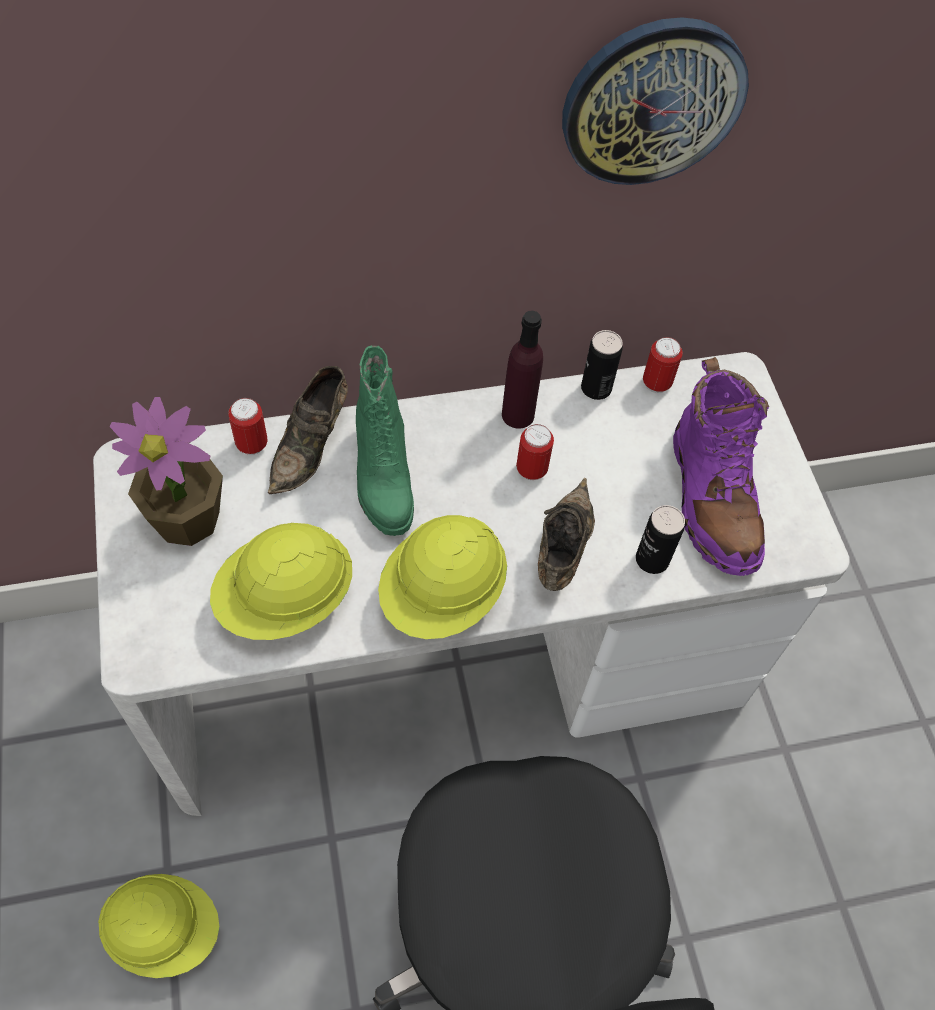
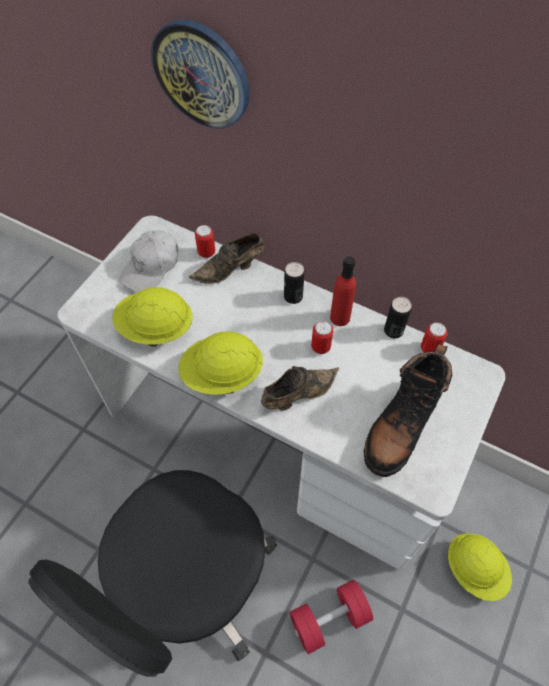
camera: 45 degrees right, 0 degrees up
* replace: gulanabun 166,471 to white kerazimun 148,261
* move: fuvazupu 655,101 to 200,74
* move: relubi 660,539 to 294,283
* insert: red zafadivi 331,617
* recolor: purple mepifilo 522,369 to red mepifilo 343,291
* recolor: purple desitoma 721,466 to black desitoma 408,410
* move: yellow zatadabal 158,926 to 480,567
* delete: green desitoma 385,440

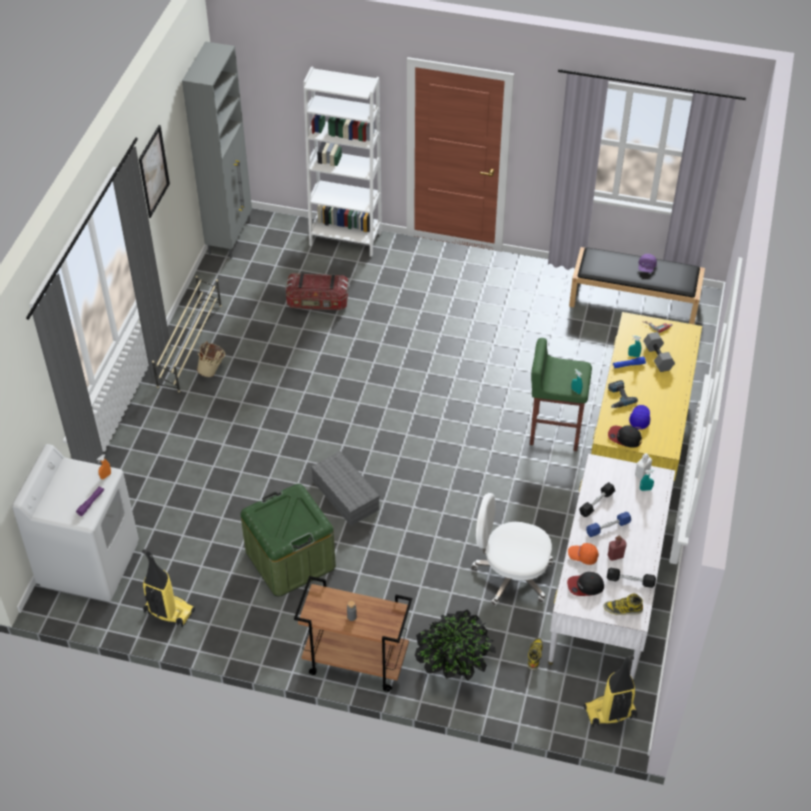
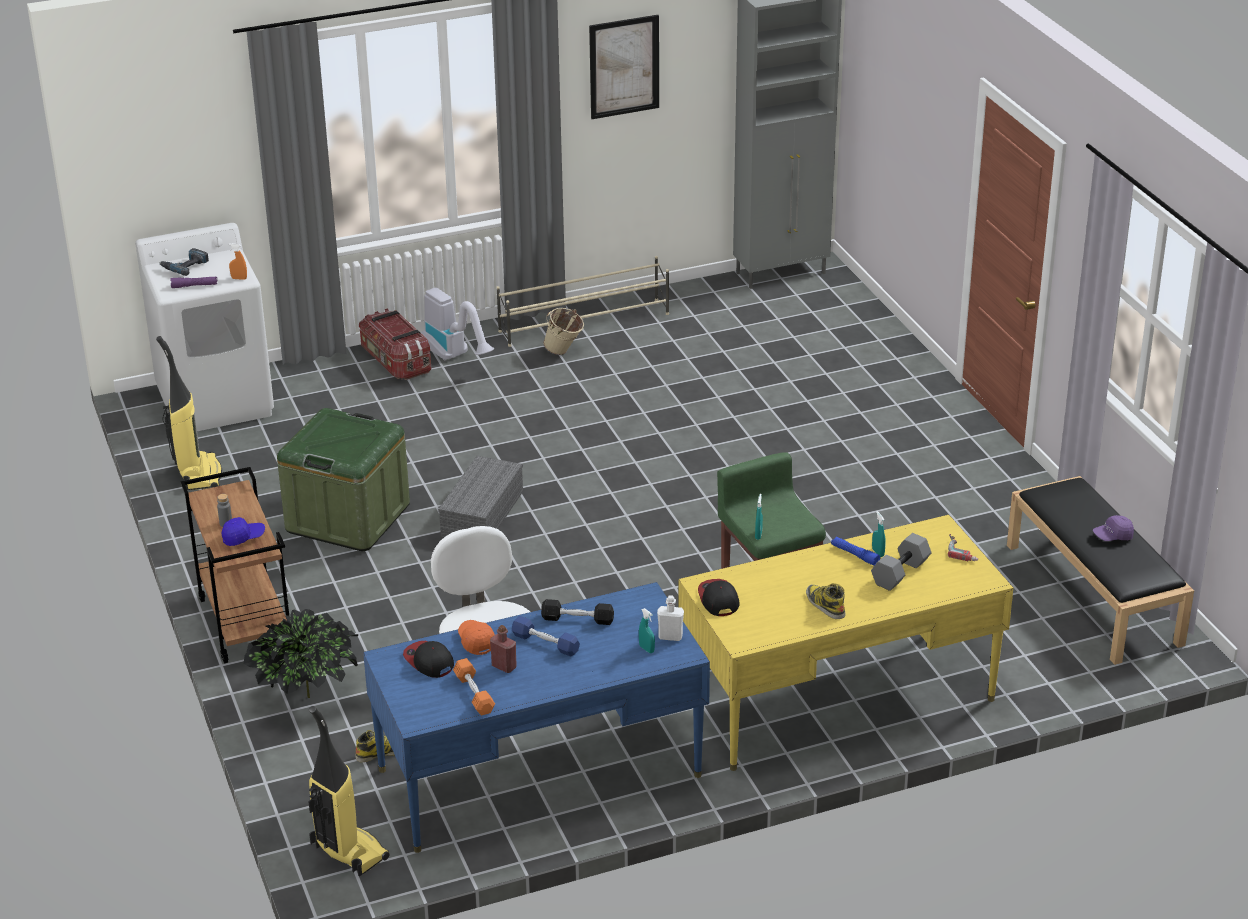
camera: 55 degrees right, 15 degrees down
* move: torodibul 623,394 to 184,262
* move: blue kerazimun 639,417 to 243,531
* move: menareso 317,291 to 395,344
* recolor: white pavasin 611,567 to blue pavasin 536,717
* insert: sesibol 457,324
* recolor: black zafadivi 631,578 to orange zafadivi 474,687
* move: desitoma 623,604 to 826,601
* delete: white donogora 343,162

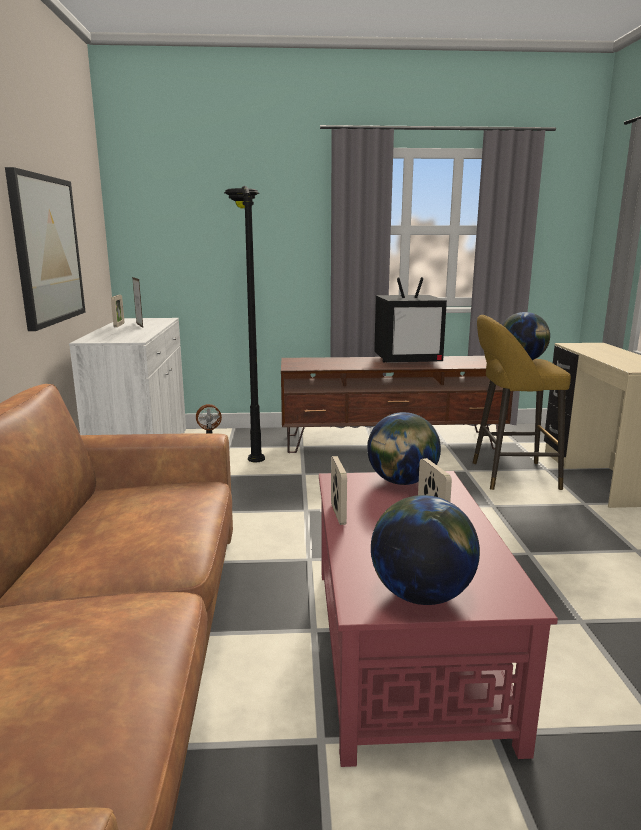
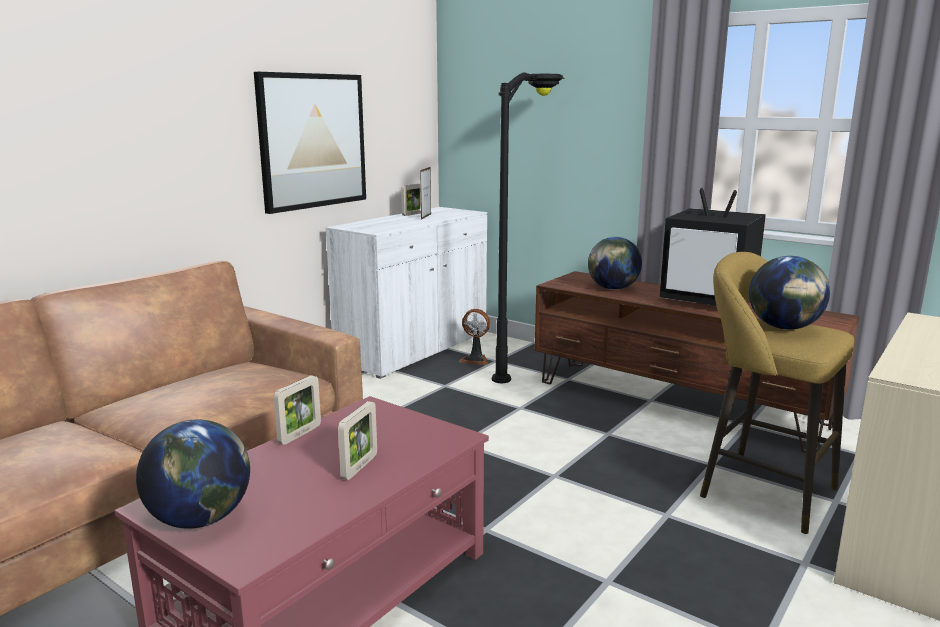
camera: 40 degrees right, 0 degrees up
* move: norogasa 404,448 to 615,263

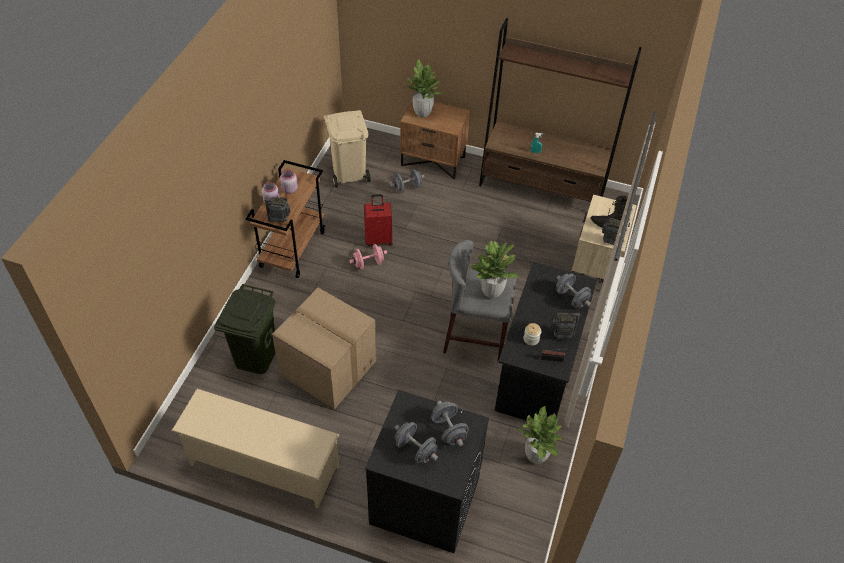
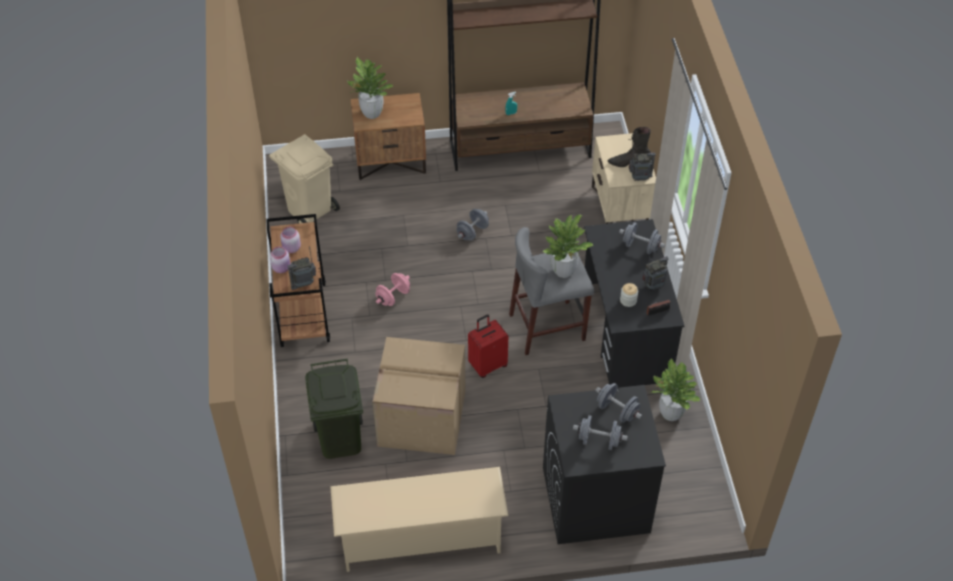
camera: 25 degrees left, 0 degrees up
* move: grey zafadivi 407,181 to 472,225
* move: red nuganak 378,220 to 488,346

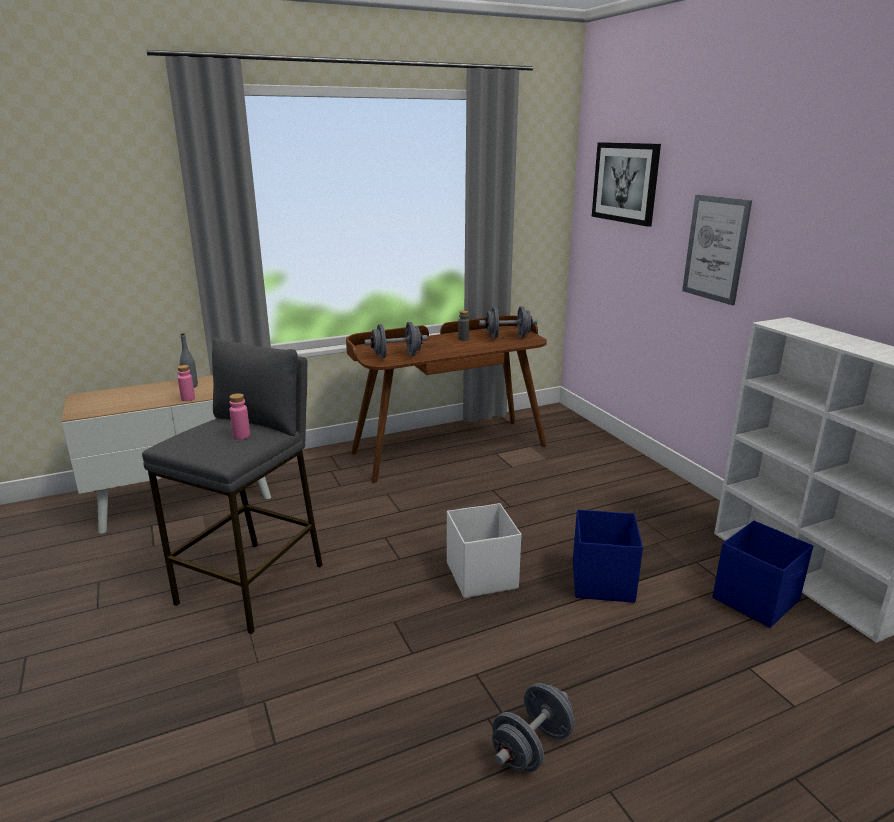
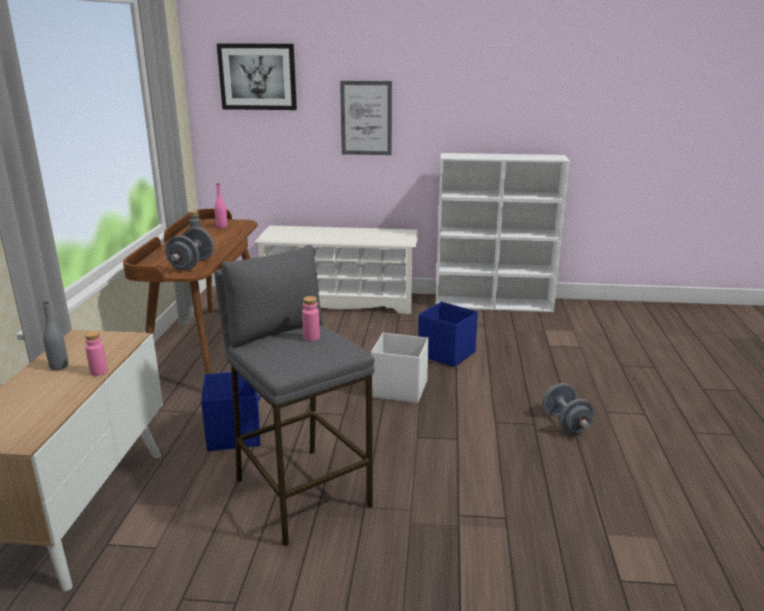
camera: 60 degrees left, 0 degrees up
* move: blue menareso 763,574 to 231,411
* replace: grey zafadivi 508,322 to pink mepifilo 221,206
* insert: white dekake 336,270

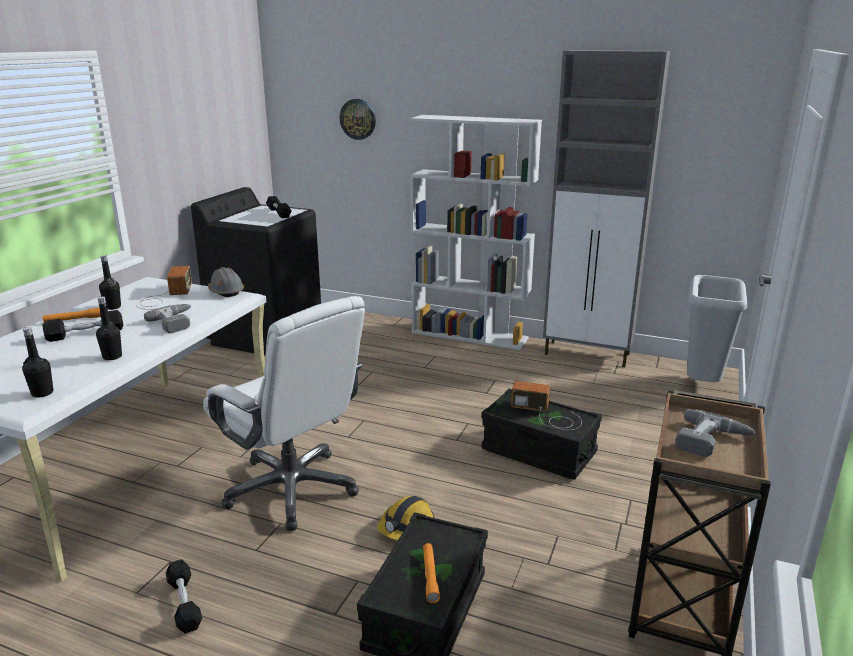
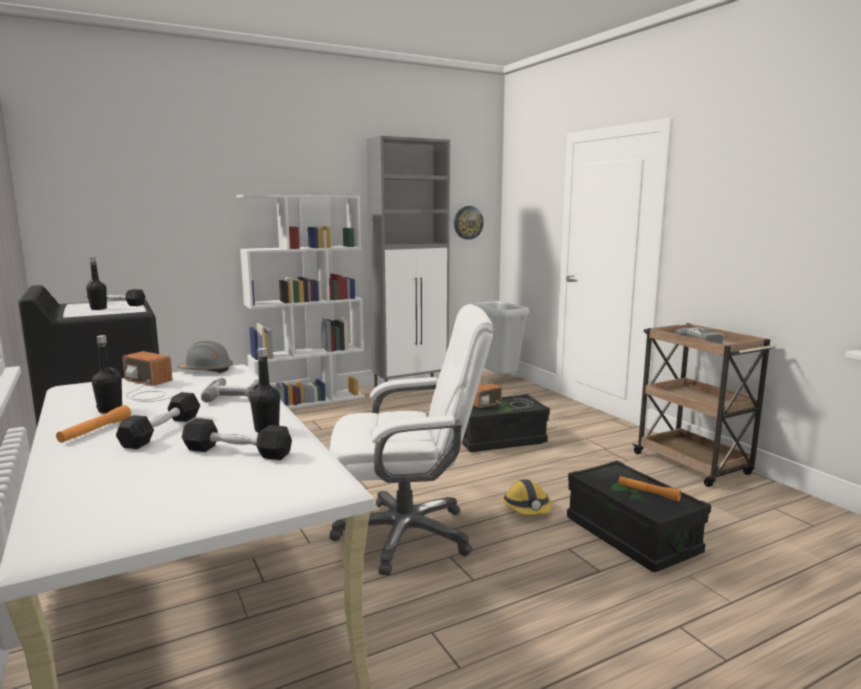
camera: 50 degrees left, 10 degrees down
* move: black mepifilo 37,362 to 96,283
* move: black zafadivi 183,596 to 237,439
* move: fuvazupu 358,119 to 469,223

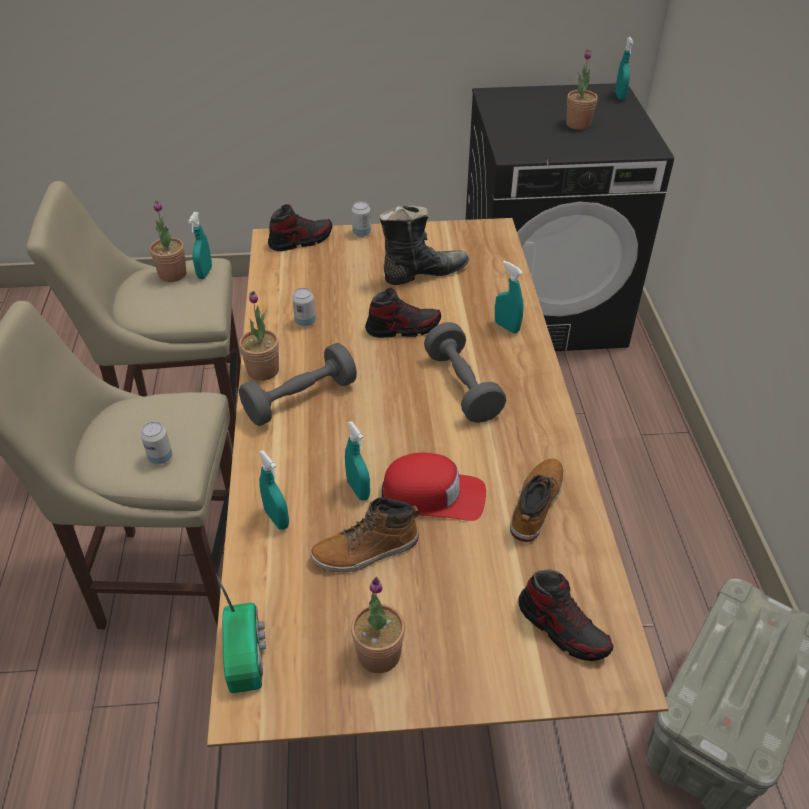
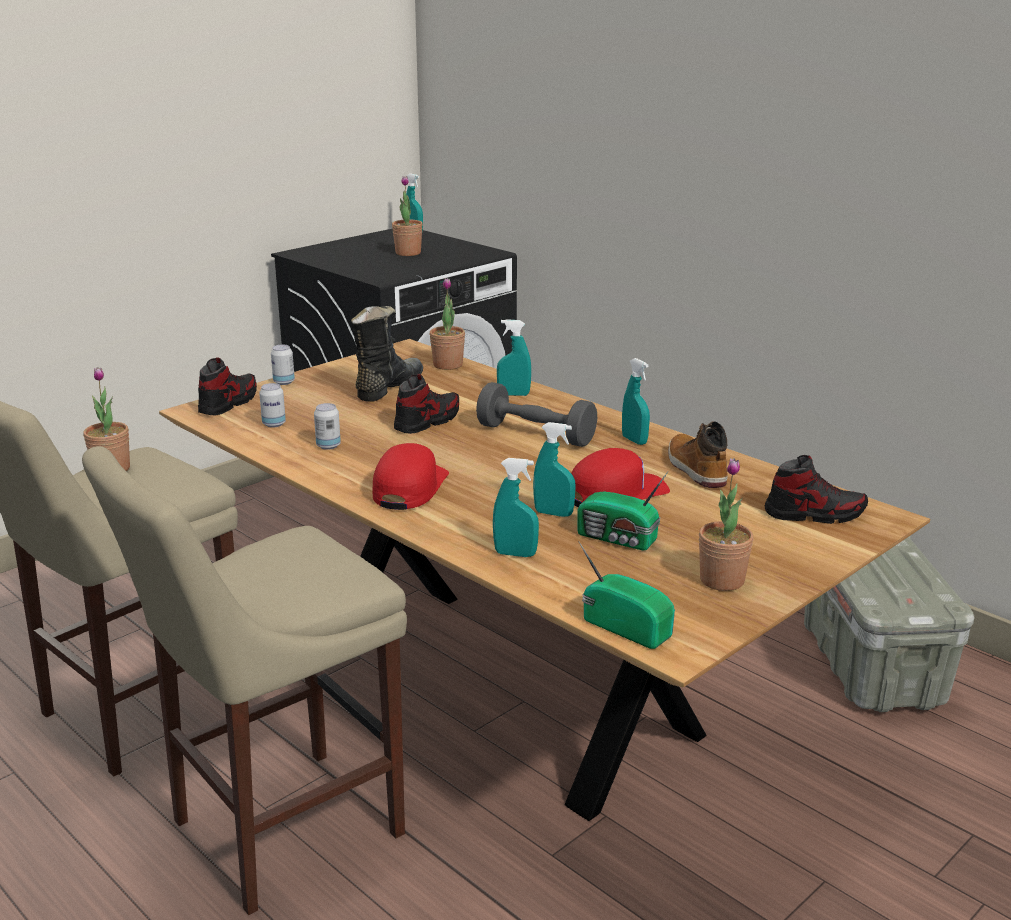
camera: 40 degrees left, 20 degrees down
* move: relubi 156,443 to 272,405
* replace: grey zafadivi 298,384 to red kerazimun 411,476
* move: gulanabun 259,336 to 447,324
* replace: desitoma 364,534 to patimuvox 622,511
* move: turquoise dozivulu 200,245 to 636,401

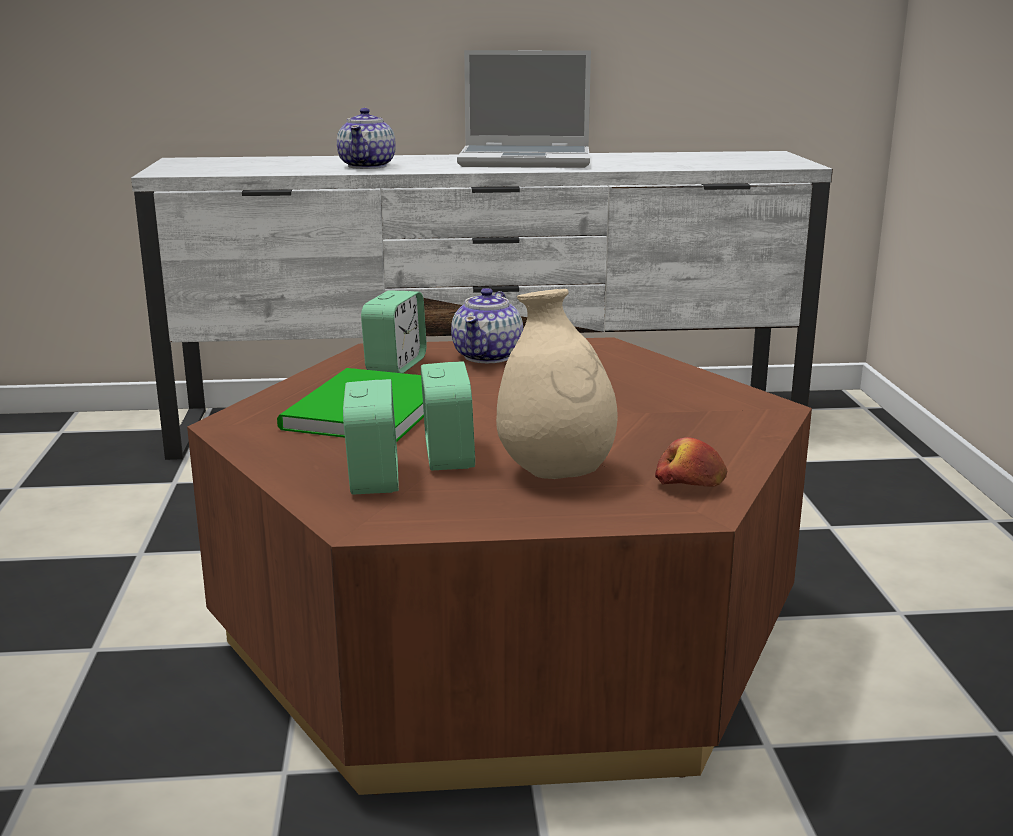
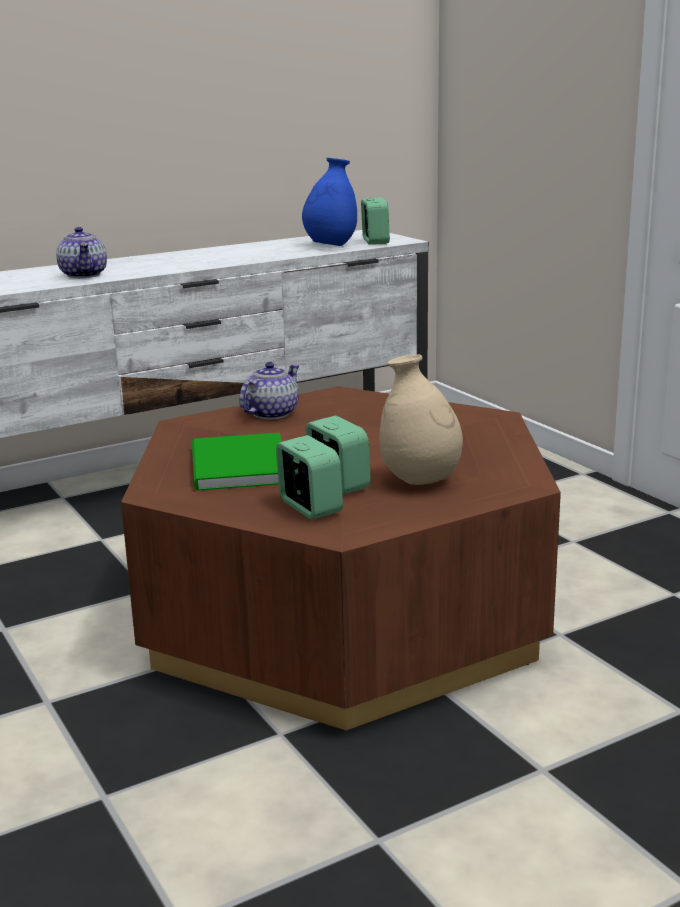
camera: 25 degrees left, 0 degrees up
* rotate: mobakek 487,325 = 269,390 135 degrees counterclockwise
* insert: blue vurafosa 329,202
* move: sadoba 394,331 to 375,221
* delete: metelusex 524,109
* delete: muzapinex 691,462

